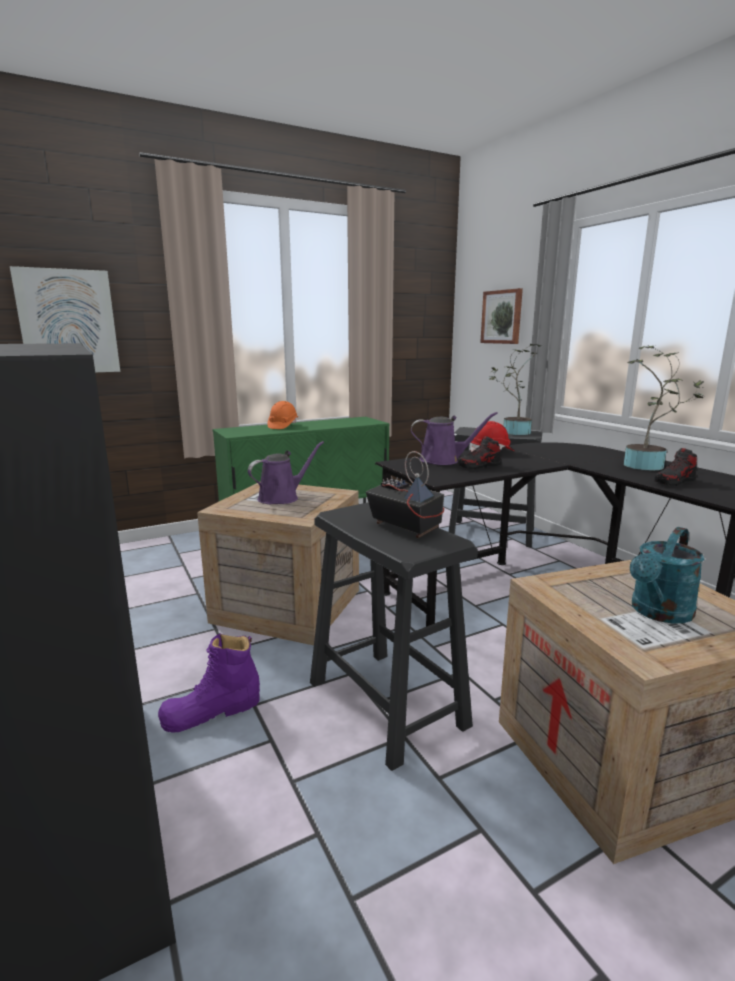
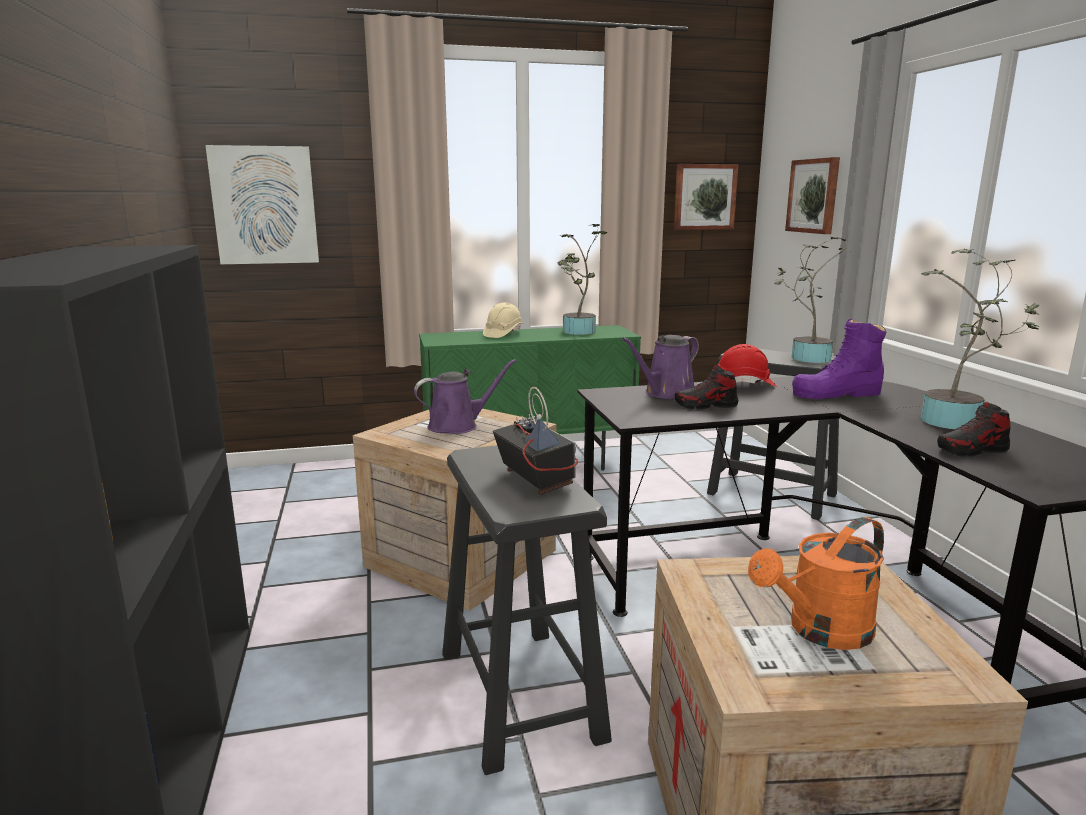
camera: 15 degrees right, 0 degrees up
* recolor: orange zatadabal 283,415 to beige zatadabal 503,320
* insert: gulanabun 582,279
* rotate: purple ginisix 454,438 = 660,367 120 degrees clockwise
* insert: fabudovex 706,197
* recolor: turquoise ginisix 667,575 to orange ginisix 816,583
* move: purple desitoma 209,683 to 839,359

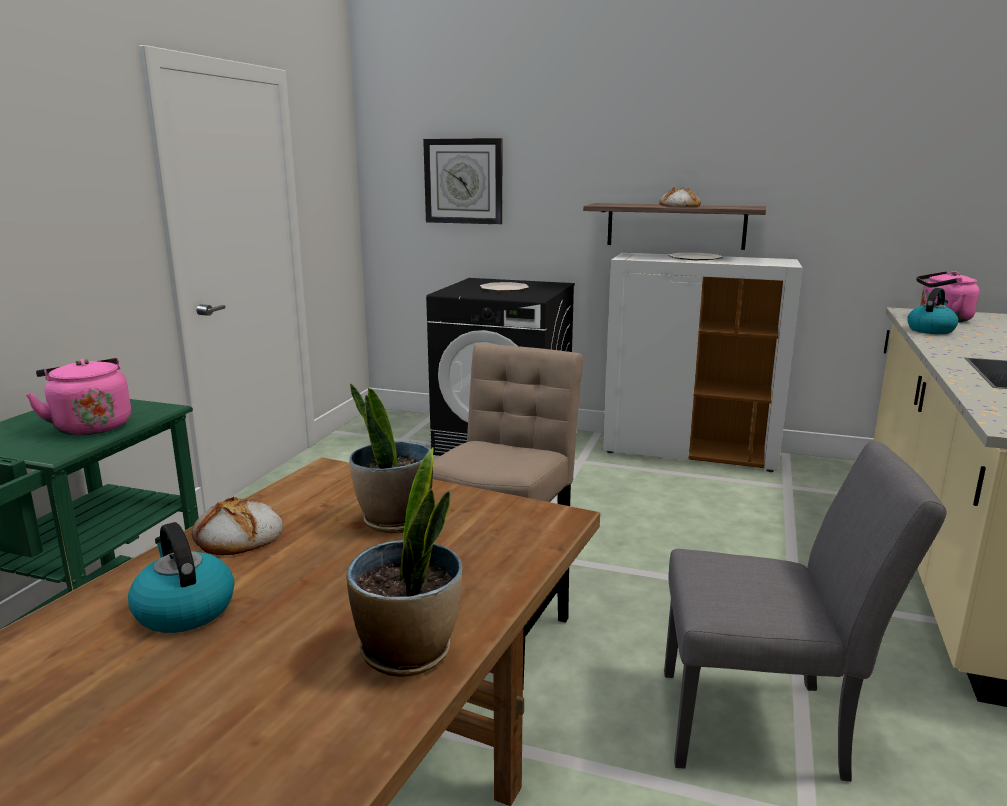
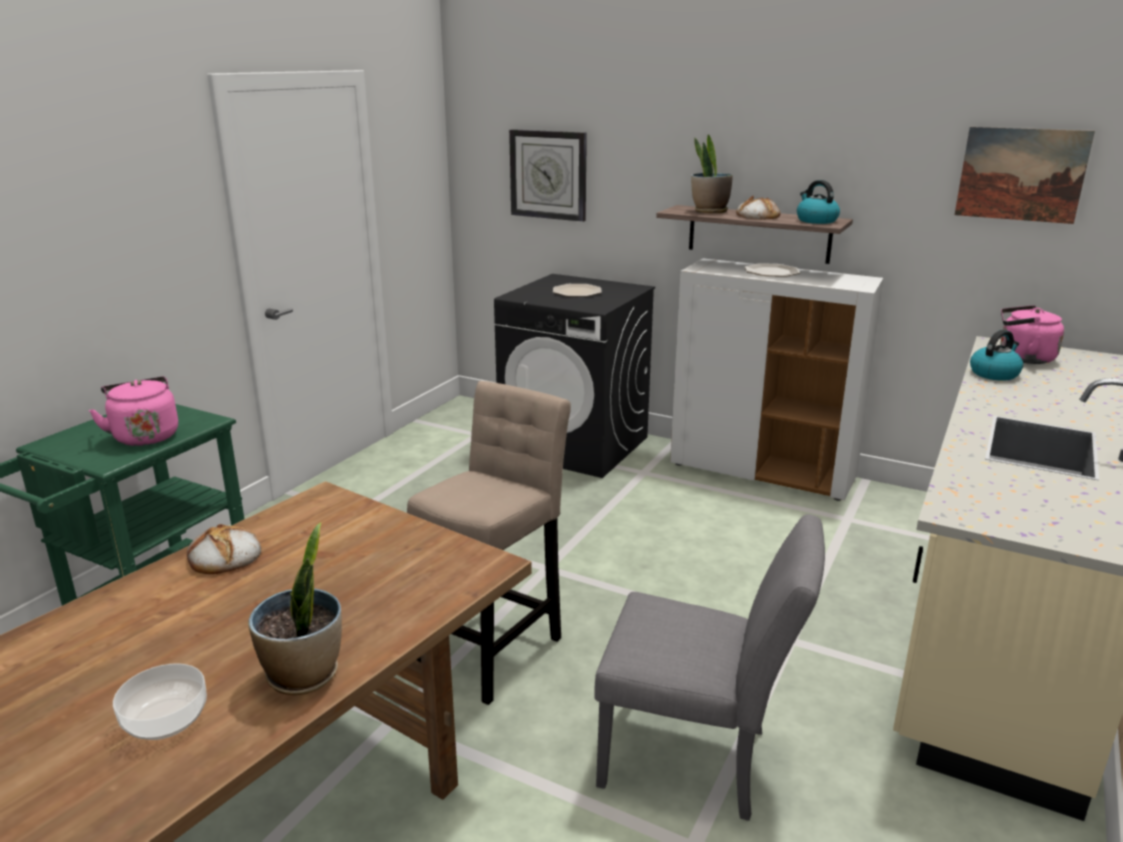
camera: 10 degrees right, 5 degrees up
* insert: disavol 160,701
* move: gulanabun 391,458 to 712,174
* move: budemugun 181,577 to 818,202
* insert: fabudovex 1025,175

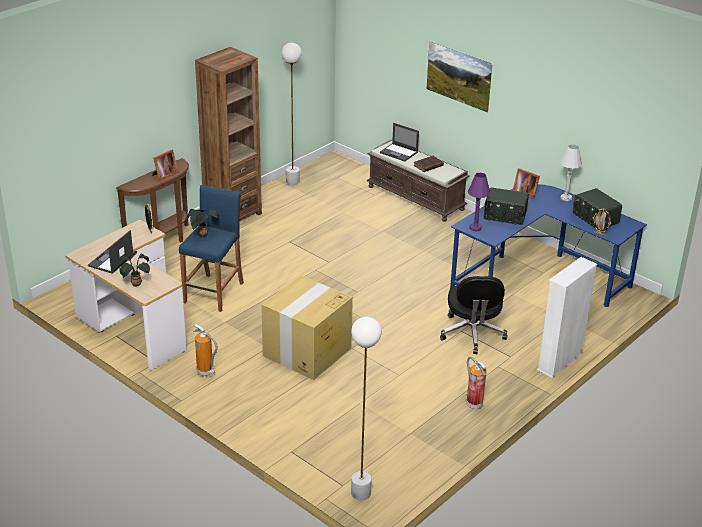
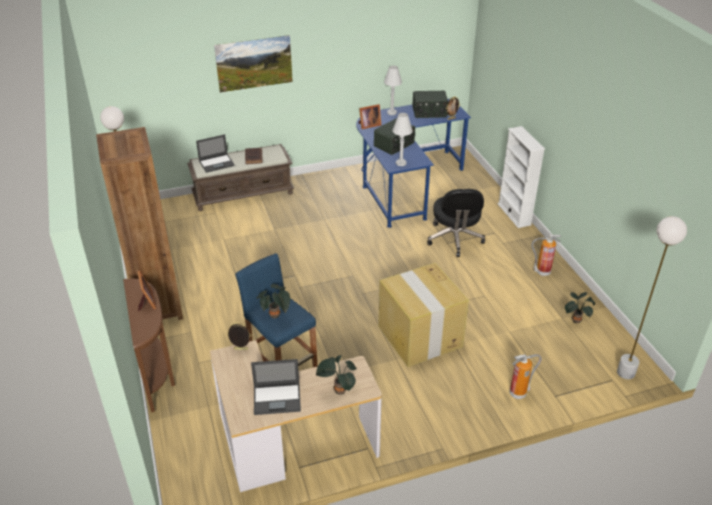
camera: 60 degrees left, 5 degrees up
* rotate: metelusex 110,252 = 276,387 60 degrees counterclockwise
* recolor: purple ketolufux 479,202 to white ketolufux 402,139
* rotate: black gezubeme 473,315 = 456,223 60 degrees clockwise
* move: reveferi 205,350 to 525,376
* insert: gulanabun 580,307

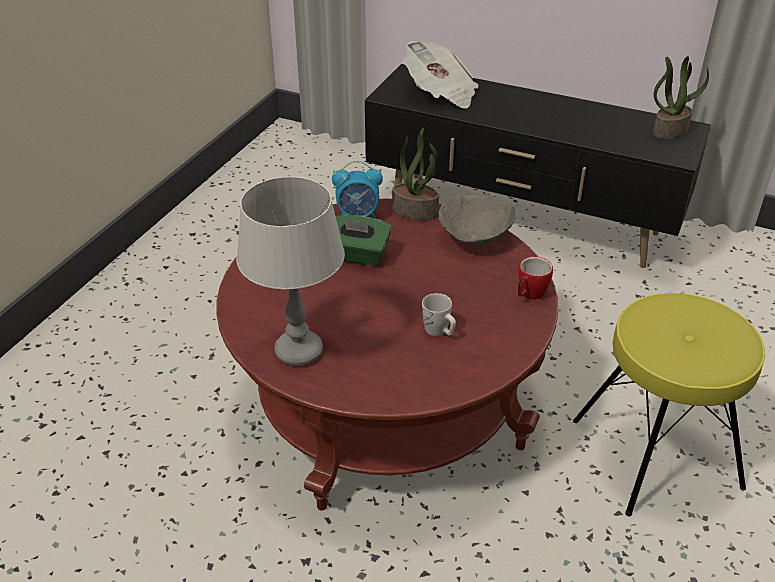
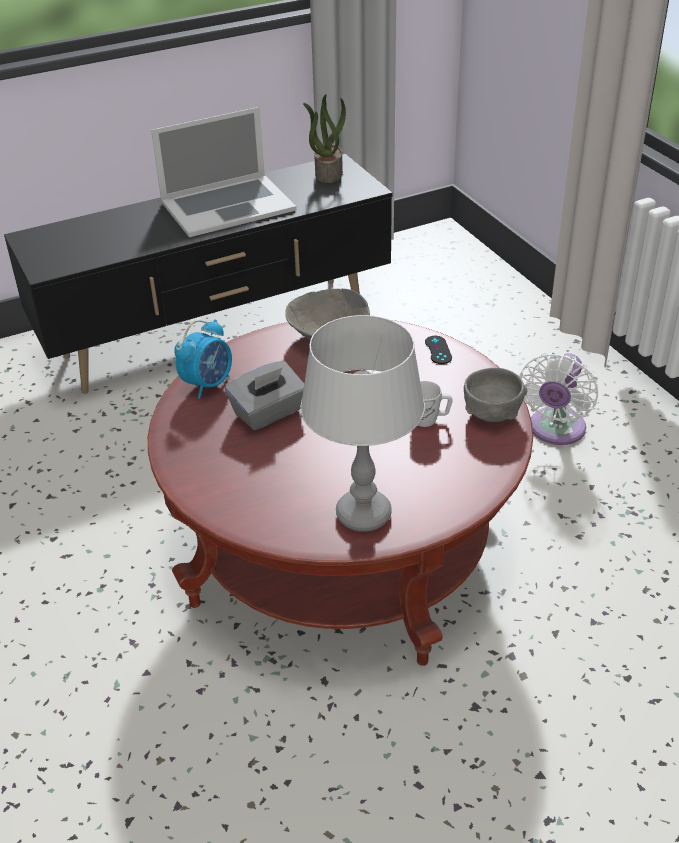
camera: 50 degrees left, 0 degrees up
* insert: metelusex 224,172
* recolor: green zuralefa 364,240 to grey zuralefa 264,395
* replace: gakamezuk 535,278 to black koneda 438,350
* insert: grey disavol 495,395
* replace: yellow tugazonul 669,404 to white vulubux 558,399
* delete: gulanabun 415,174
* delete: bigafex 441,74

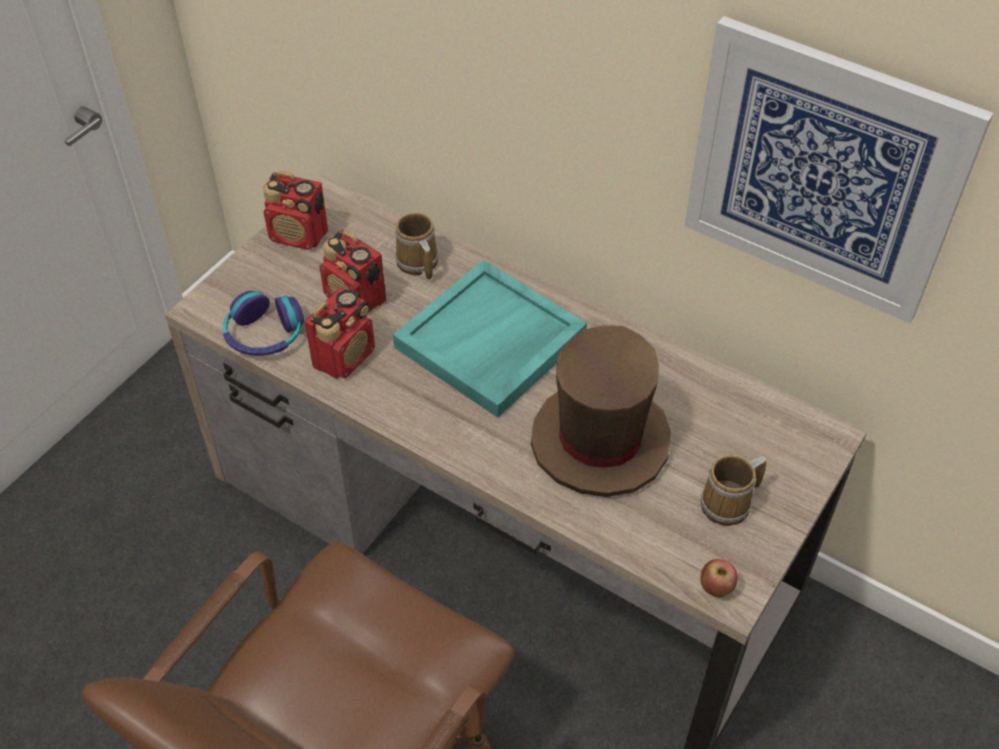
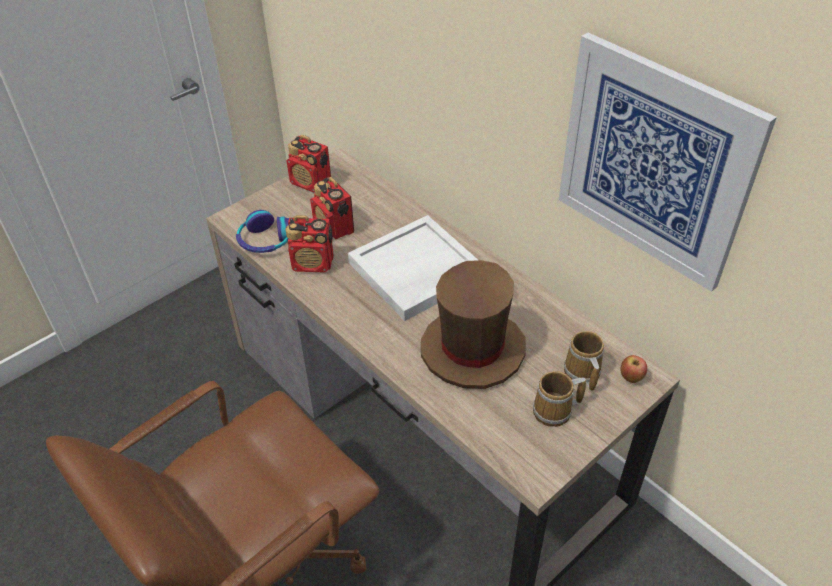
camera: 15 degrees right, 5 degrees down
* rotate: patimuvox 340,333 = 310,244 45 degrees clockwise
* recolor: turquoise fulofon 490,339 to white fulofon 413,268
* move: gakamezuk 416,246 to 584,361
* move: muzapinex 719,578 to 633,369

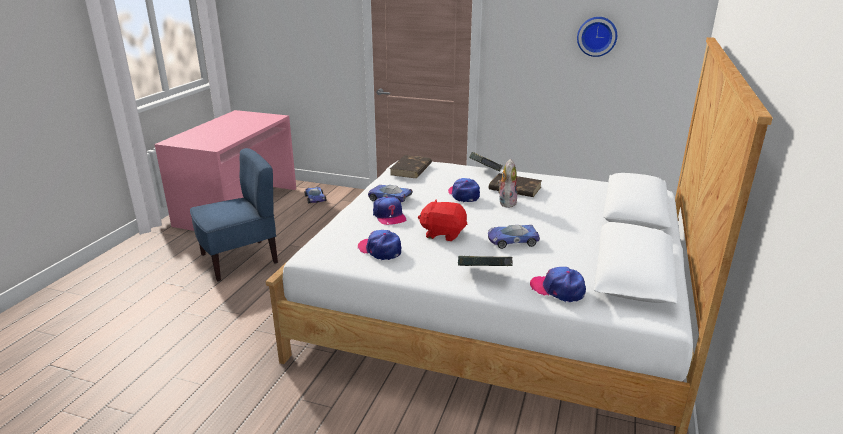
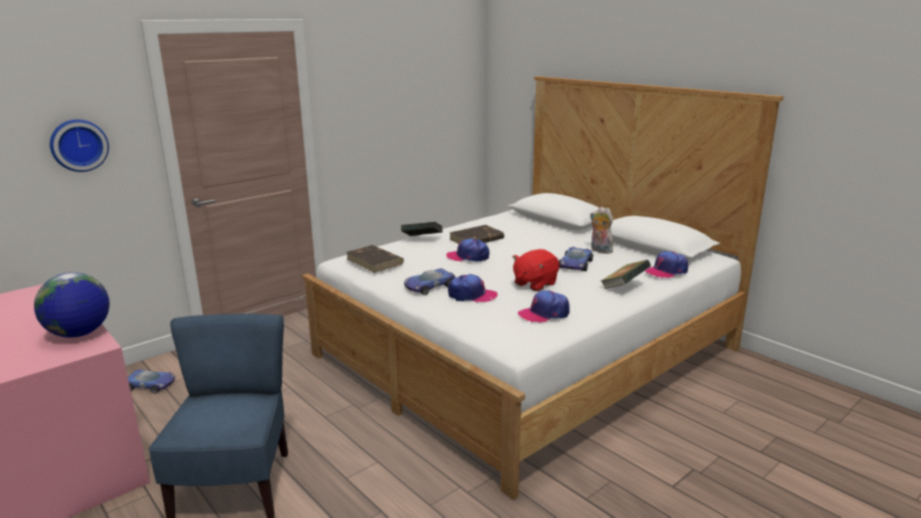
camera: 60 degrees left, 5 degrees down
* insert: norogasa 72,304
* move: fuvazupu 597,37 to 79,146
* move: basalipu 507,183 to 601,230

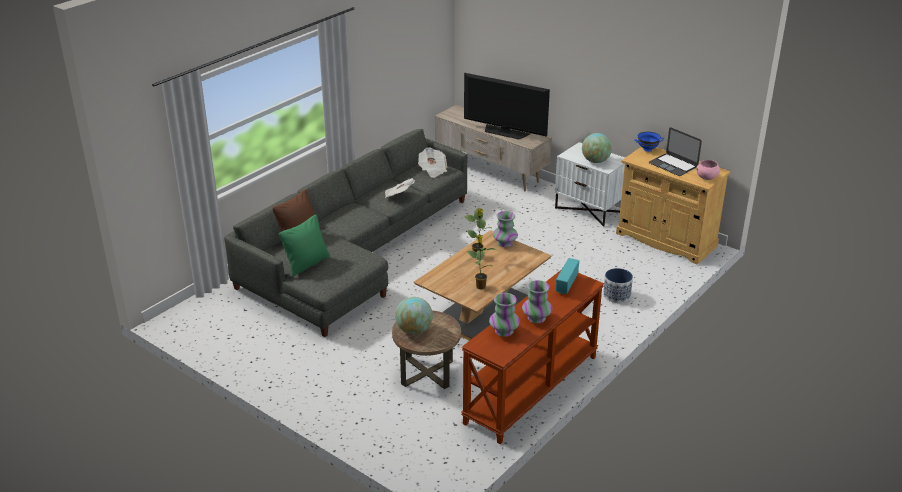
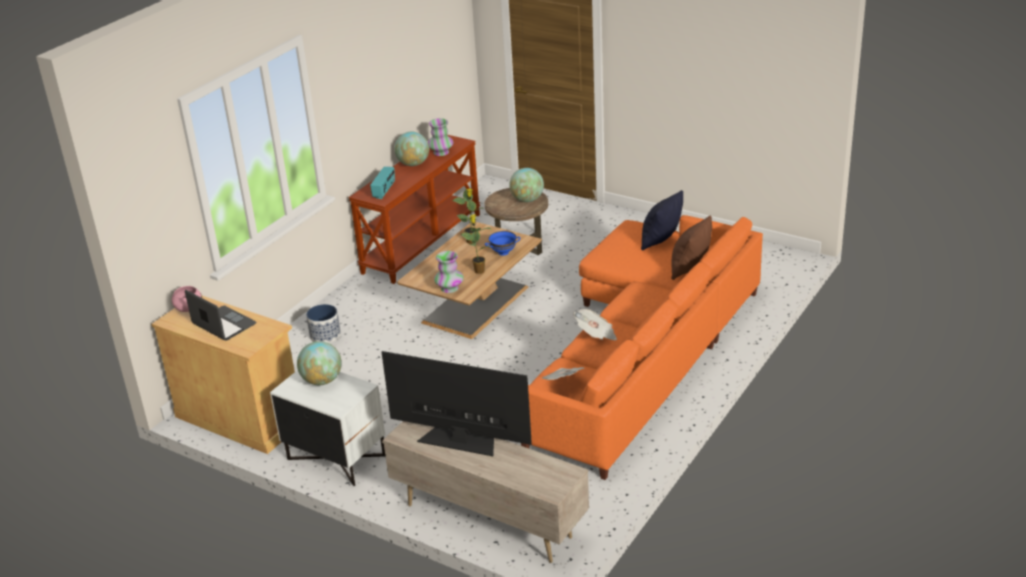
camera: 175 degrees right, 0 degrees up
* replace: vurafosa 537,301 to norogasa 412,148
* move: blue disavol 649,142 to 503,243
* recolor: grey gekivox 346,233 to orange gekivox 642,347
* recolor: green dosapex 304,245 to black dosapex 662,220

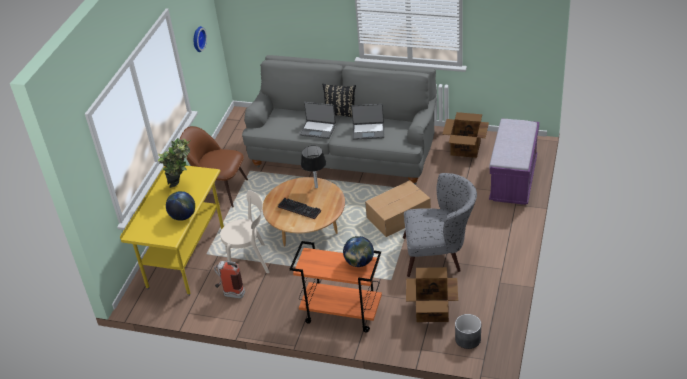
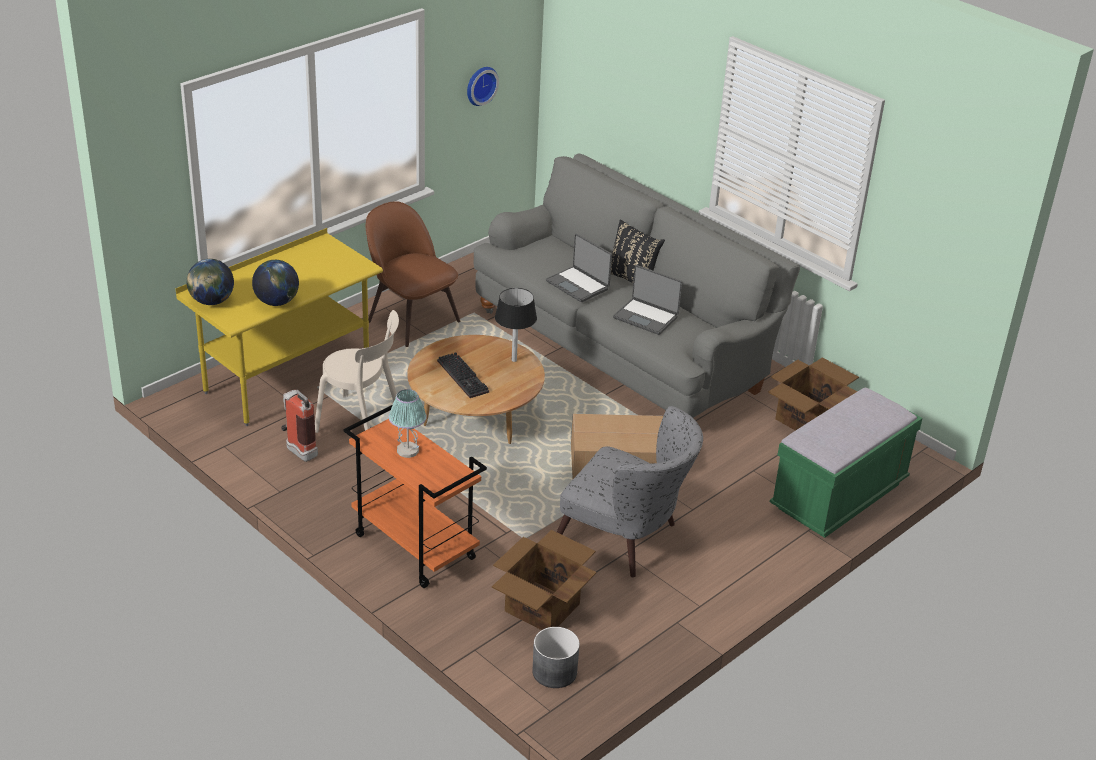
camera: 25 degrees right, 5 degrees down
* move: norogasa 358,251 to 210,282
* insert: ketolufux 408,423
* recolor: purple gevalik 514,162 to green gevalik 846,462
* delete: gulanabun 174,163

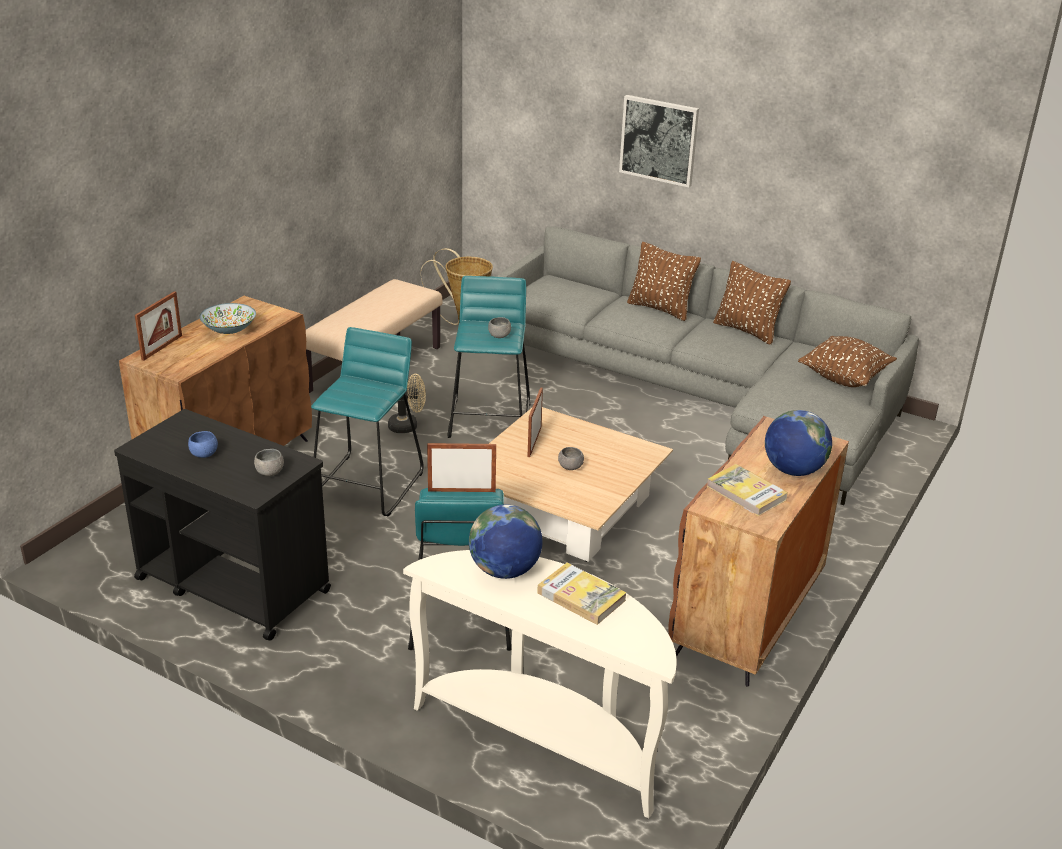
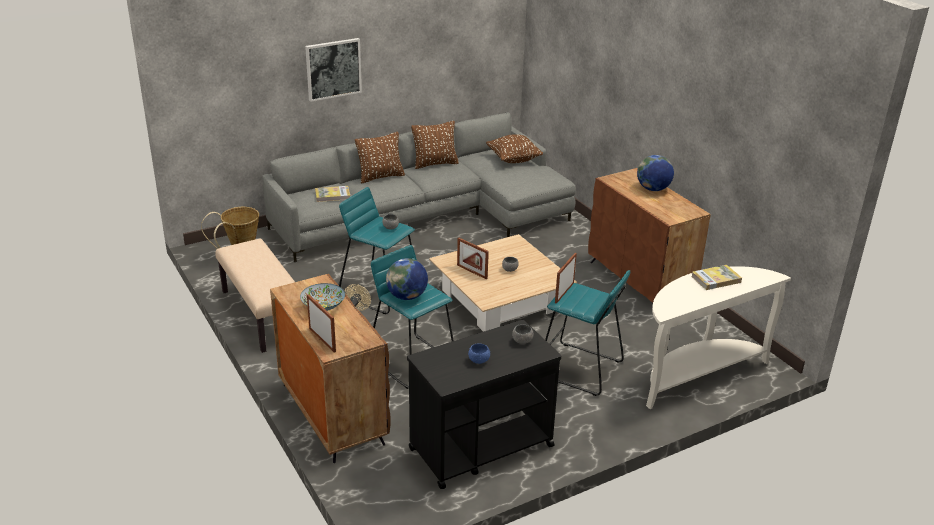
camera: 60 degrees left, 0 degrees up
* move: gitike 747,490 to 332,194
* move: norogasa 506,541 to 407,279

